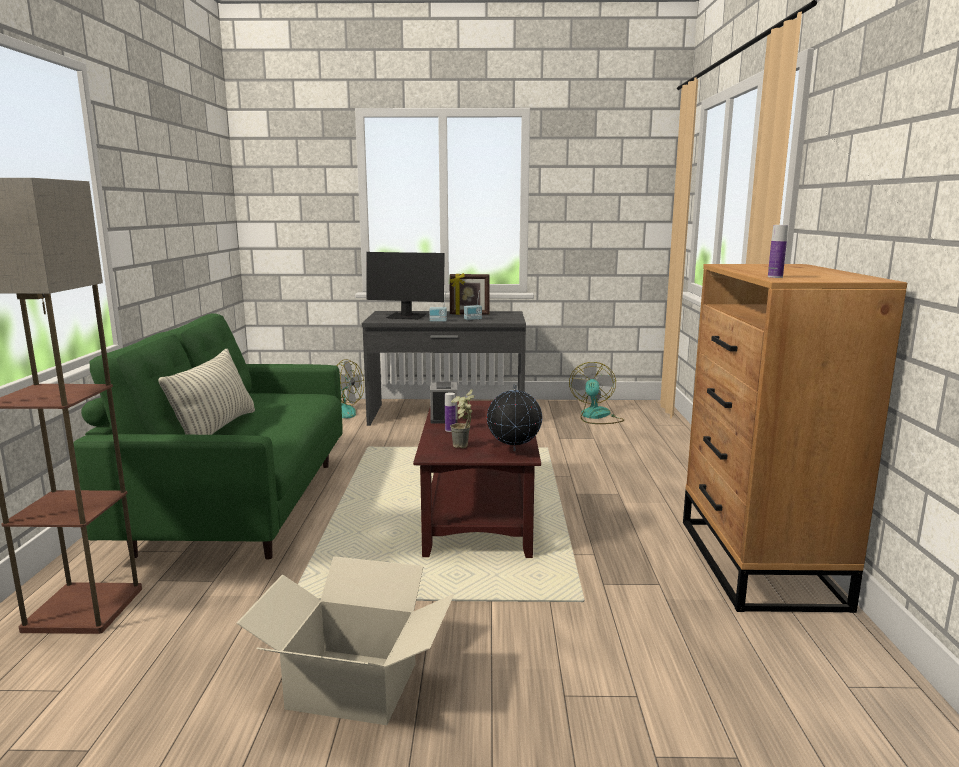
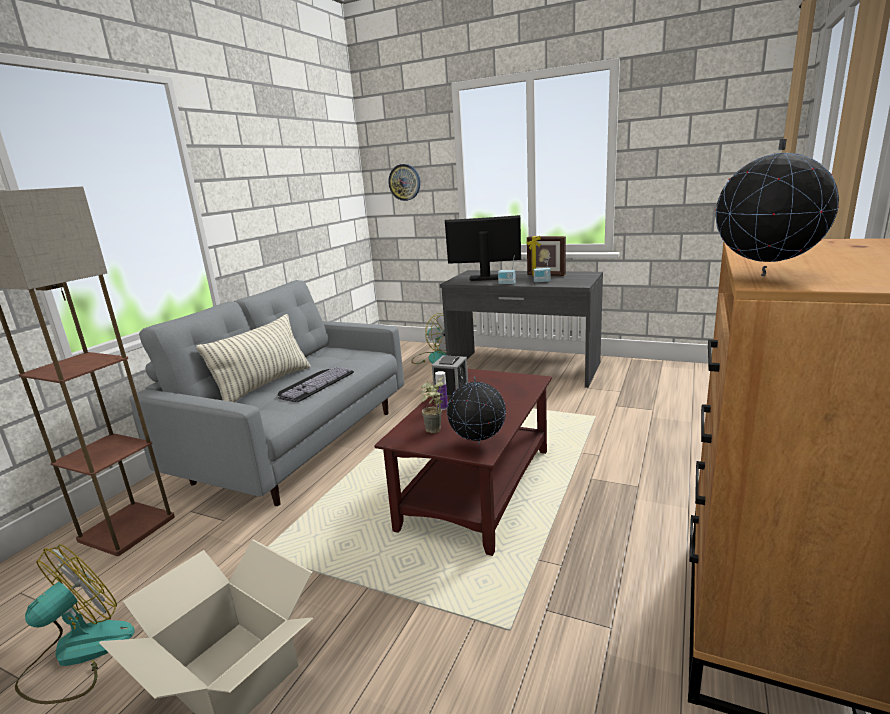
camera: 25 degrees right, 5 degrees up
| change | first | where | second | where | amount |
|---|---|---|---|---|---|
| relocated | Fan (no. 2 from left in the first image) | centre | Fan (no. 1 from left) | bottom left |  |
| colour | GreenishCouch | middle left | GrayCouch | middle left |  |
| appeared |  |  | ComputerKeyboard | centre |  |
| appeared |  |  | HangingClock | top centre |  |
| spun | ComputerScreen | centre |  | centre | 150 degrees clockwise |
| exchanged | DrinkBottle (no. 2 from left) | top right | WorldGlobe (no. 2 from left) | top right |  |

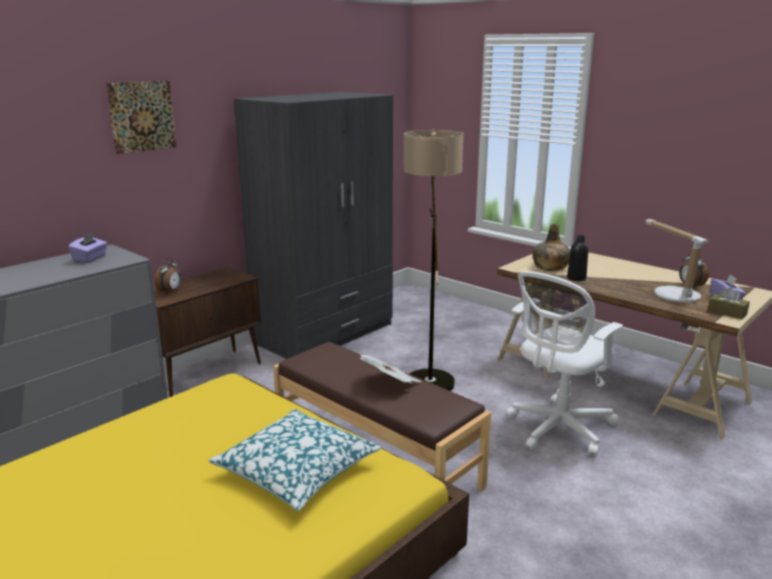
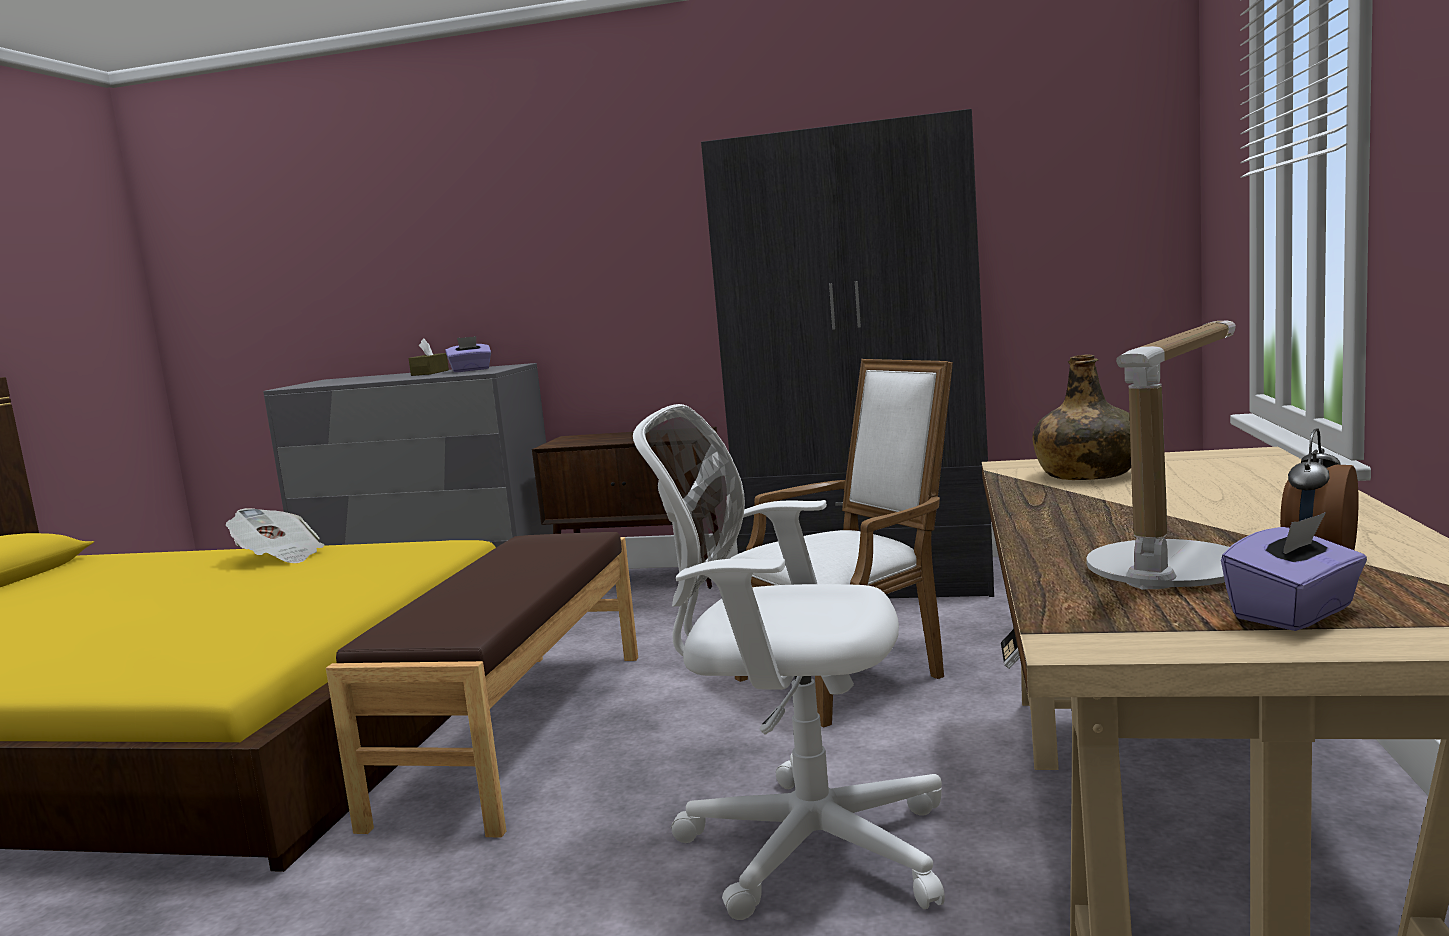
camera: 60 degrees right, 10 degrees down
| change | first | where | second | where | amount |
|---|---|---|---|---|---|
| relocated | Newspaper | centre |  | middle left |  |
| relocated | BrownColouredBoxOfTissues | middle right |  | middle left |  |
| exchanged | StandingLamp | centre | WhiteColouredArmchair | centre |  |
| missing | WallPicture | top left |  |  |  |
| missing | TableClock (no. 1 from left) | middle left |  |  |  |
| missing | Pillow | bottom centre |  |  |  |
| missing | BlackishDrinkBottle | middle right |  |  |  |

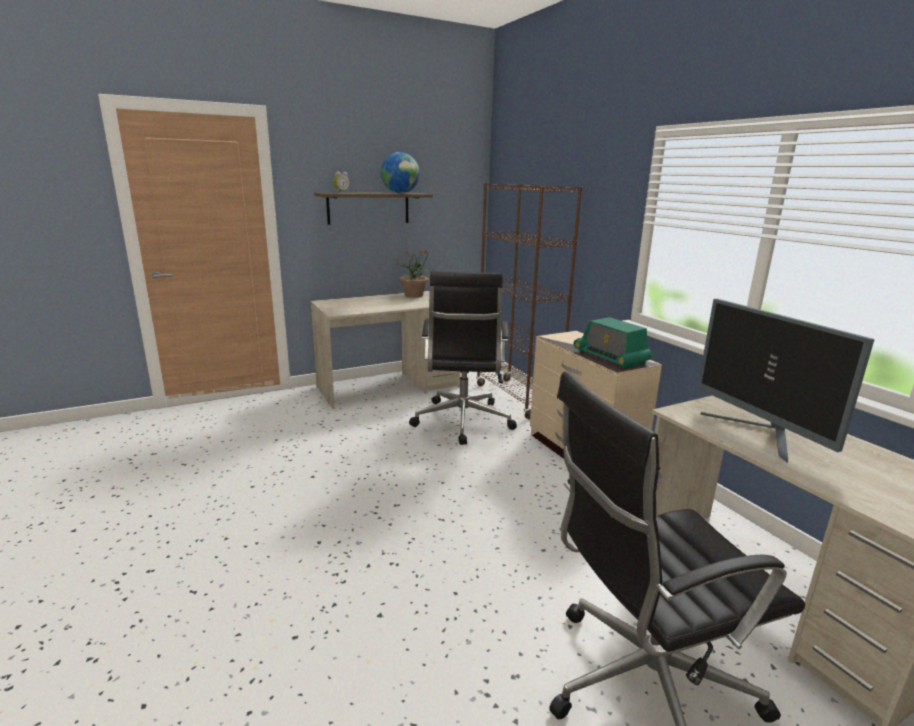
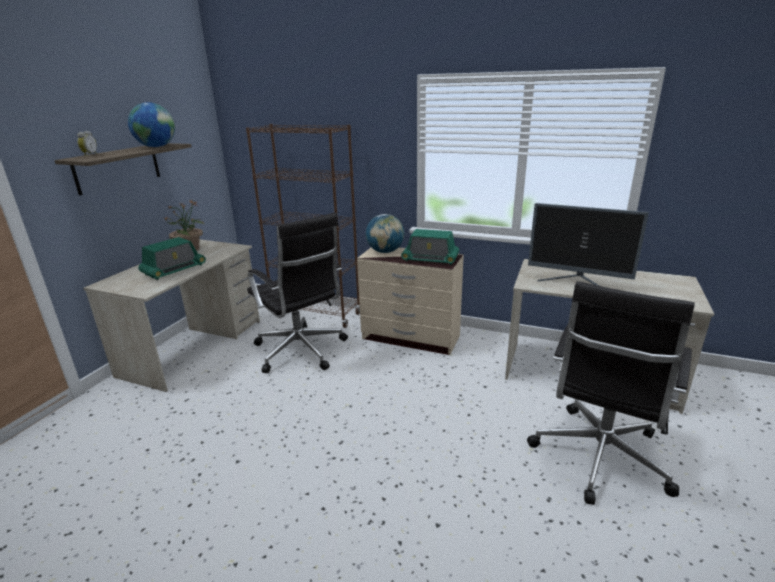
camera: 40 degrees left, 5 degrees up
| change | first | where | second | where | amount |
|---|---|---|---|---|---|
| appeared |  |  | RadioReceiver (no. 1 from left) | middle left |  |
| appeared |  |  | WorldGlobe (no. 2 from left) | centre |  |

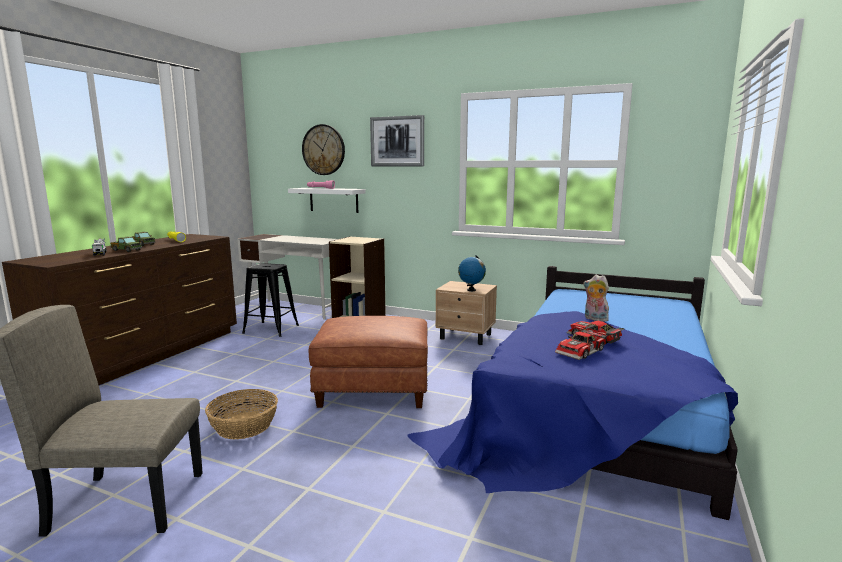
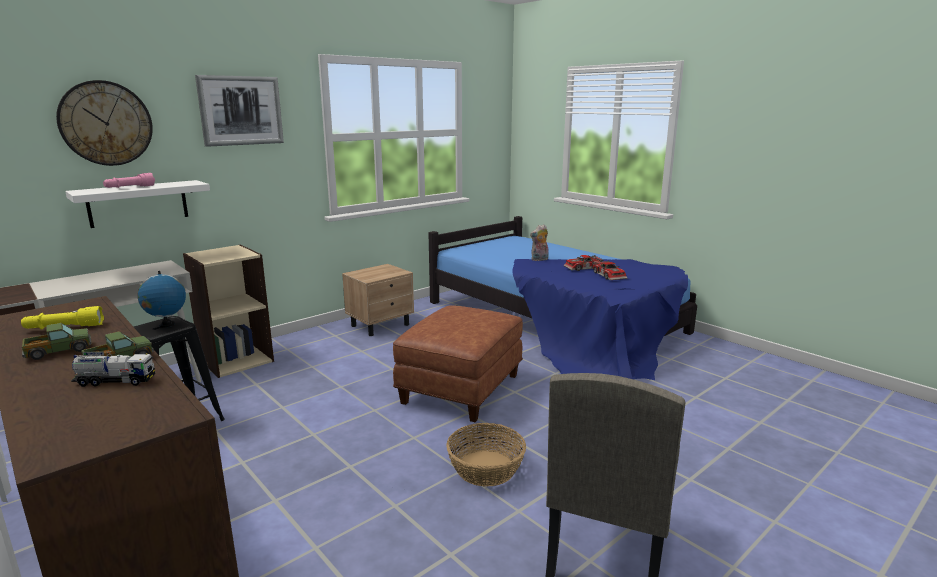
camera: 65 degrees left, 5 degrees up
| change | first | where | second | where | amount |
|---|---|---|---|---|---|
| relocated | WorldGlobe | centre |  | middle left |  |

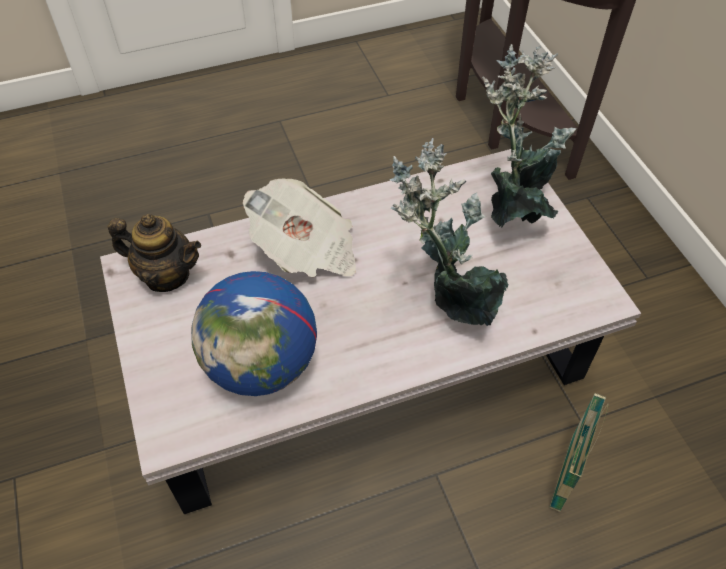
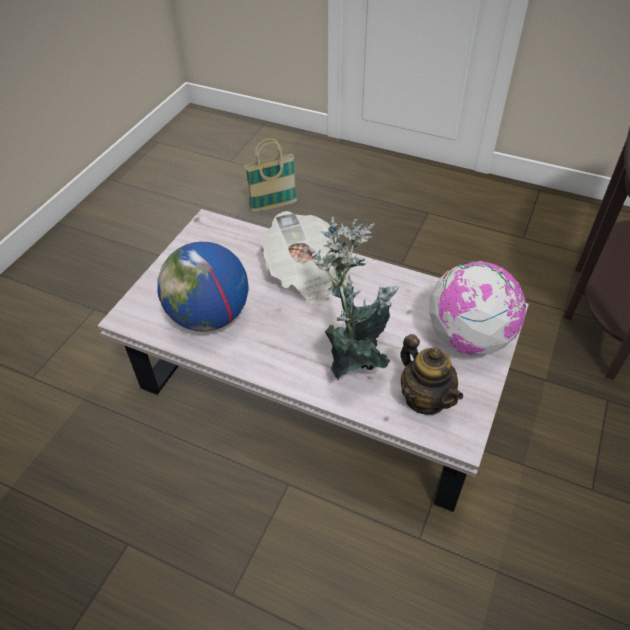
camera: 45 degrees right, 5 degrees down
| change | first | where | second | where | amount |
|---|---|---|---|---|---|
| relocated | HouseholdBasket | bottom right |  | top centre |  |
| relocated | TeaPot | middle left |  | middle right |  |
| exchanged | Houseplant (no. 2 from left) | top right | WorldGlobe (no. 2 from left) | middle right |  |

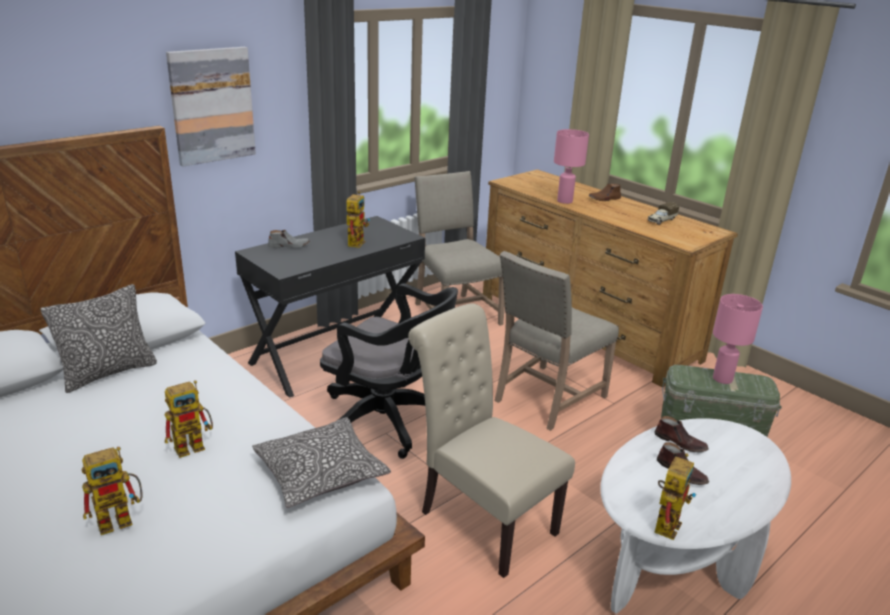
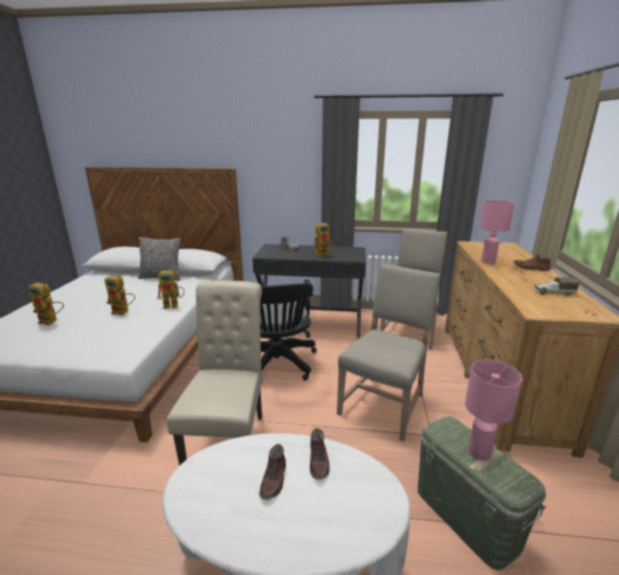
camera: 50 degrees right, 5 degrees down
| change | first | where | second | where | amount |
|---|---|---|---|---|---|
| relocated | ModelRobot (no. 4 from left in the first image) | bottom right | ModelRobot (no. 3 from left) | middle left |  |
| spun | SandColouredPlainChair (no. 3 from left in the first image) | centre | SandColouredPlainChair (no. 2 from left) | centre | 120 degrees clockwise |
| missing | WallPicture | top left |  |  |  |
| missing | Pillow (no. 2 from left) | bottom centre |  |  |  |

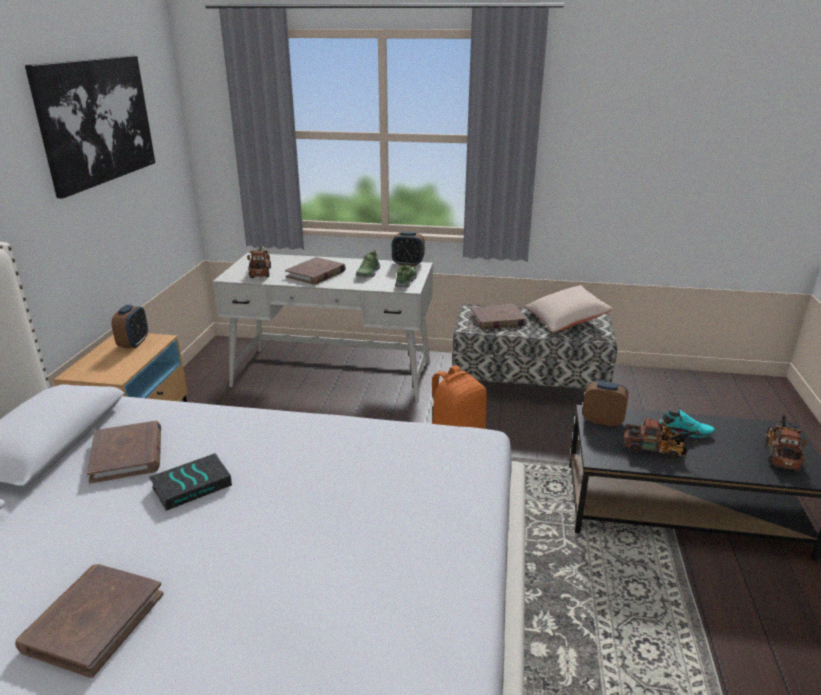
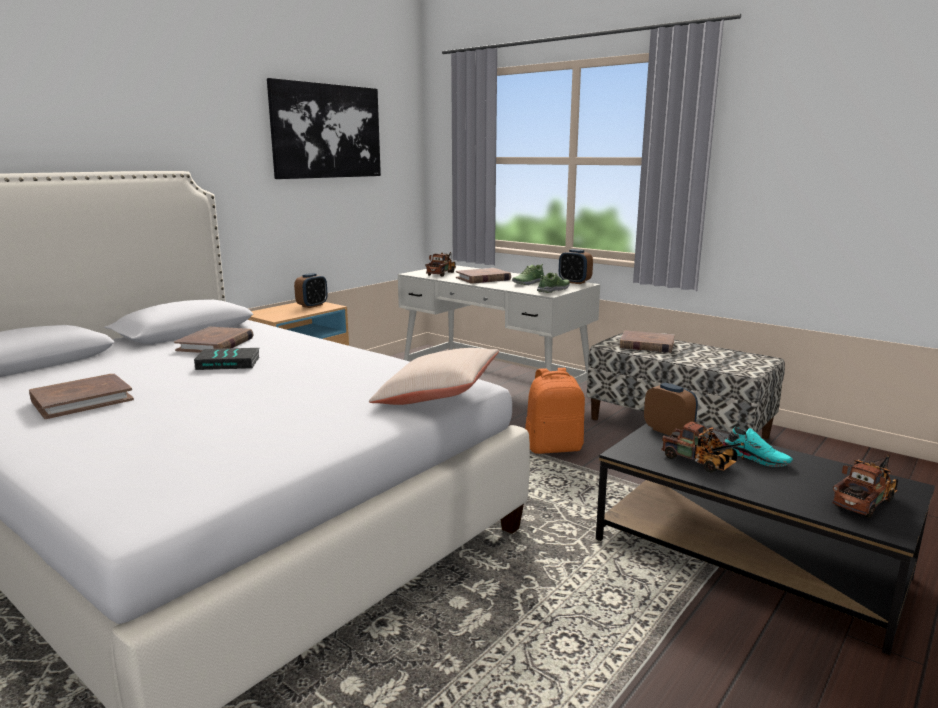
camera: 30 degrees right, 10 degrees down
| change | first | where | second | where | amount |
|---|---|---|---|---|---|
| relocated | SandColouredPillow | middle right |  | centre |  |

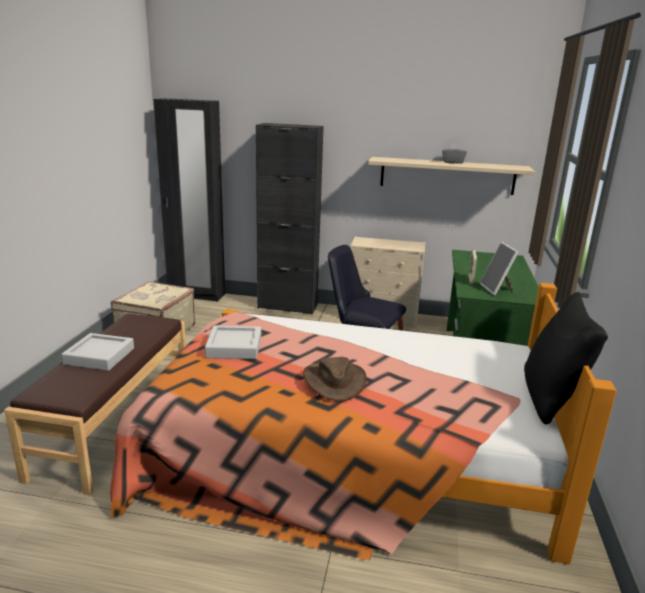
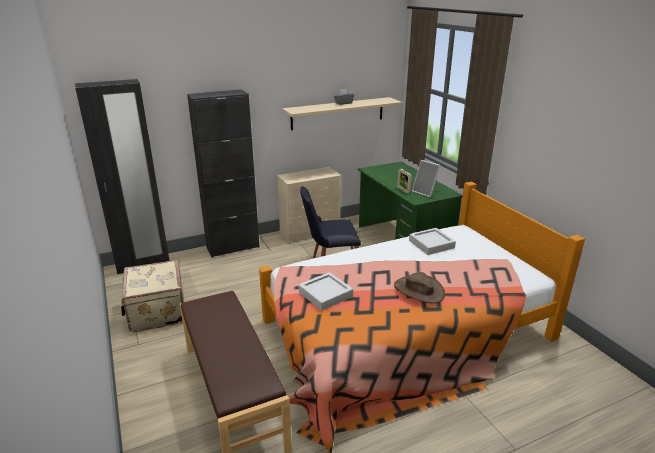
camera: 35 degrees left, 5 degrees up
| change | first | where | second | where | amount |
|---|---|---|---|---|---|
| relocated | GrayCarryingTray (no. 1 from left in the first image) | middle left | GrayCarryingTray (no. 2 from left) | centre |  |
| missing | BlackishPillow | middle right |  |  |  |

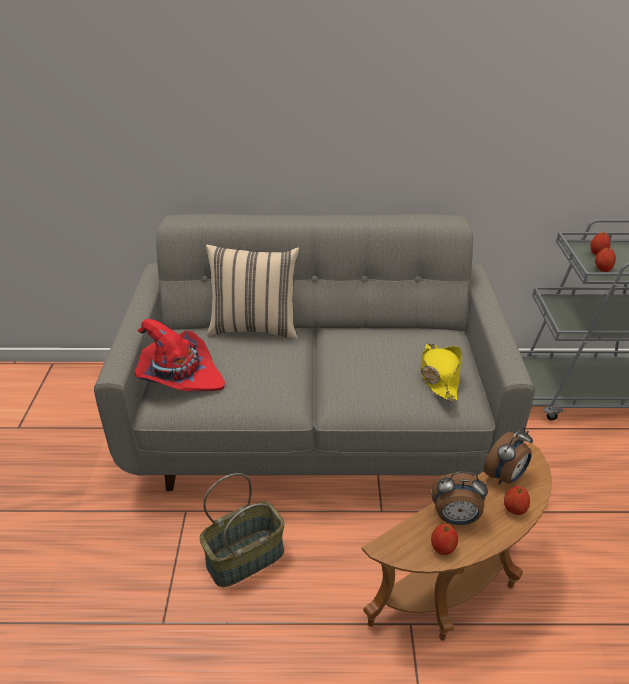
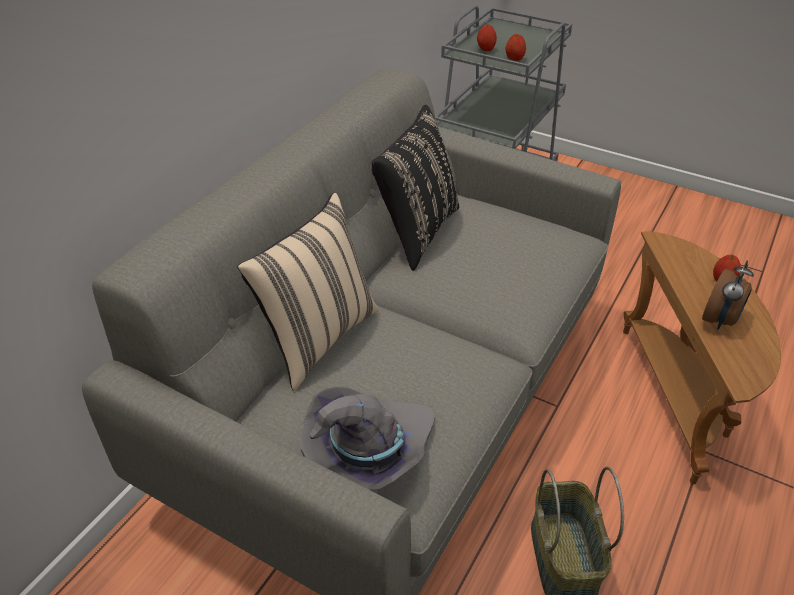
camera: 60 degrees left, 5 degrees up
| change | first | where | second | where | amount |
|---|---|---|---|---|---|
| colour | RedColouredHat | middle left | GrayHat | bottom centre |  |
| appeared |  |  | BlackishPillow | top centre |  |
| missing | YellowHat | middle right |  |  |  |
| missing | Apple (no. 1 from left) | bottom right |  |  |  |
| missing | TableClock (no. 2 from left) | bottom right |  |  |  |

